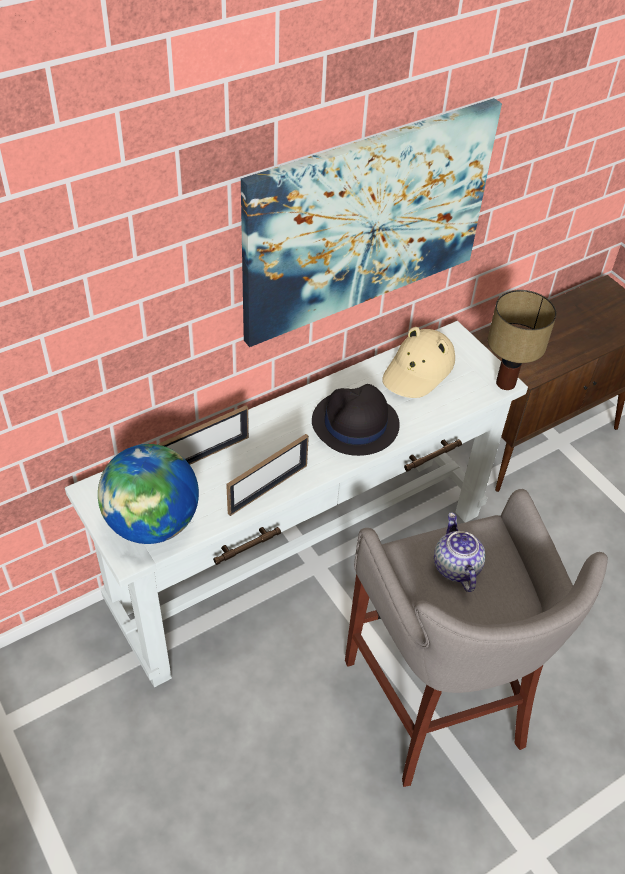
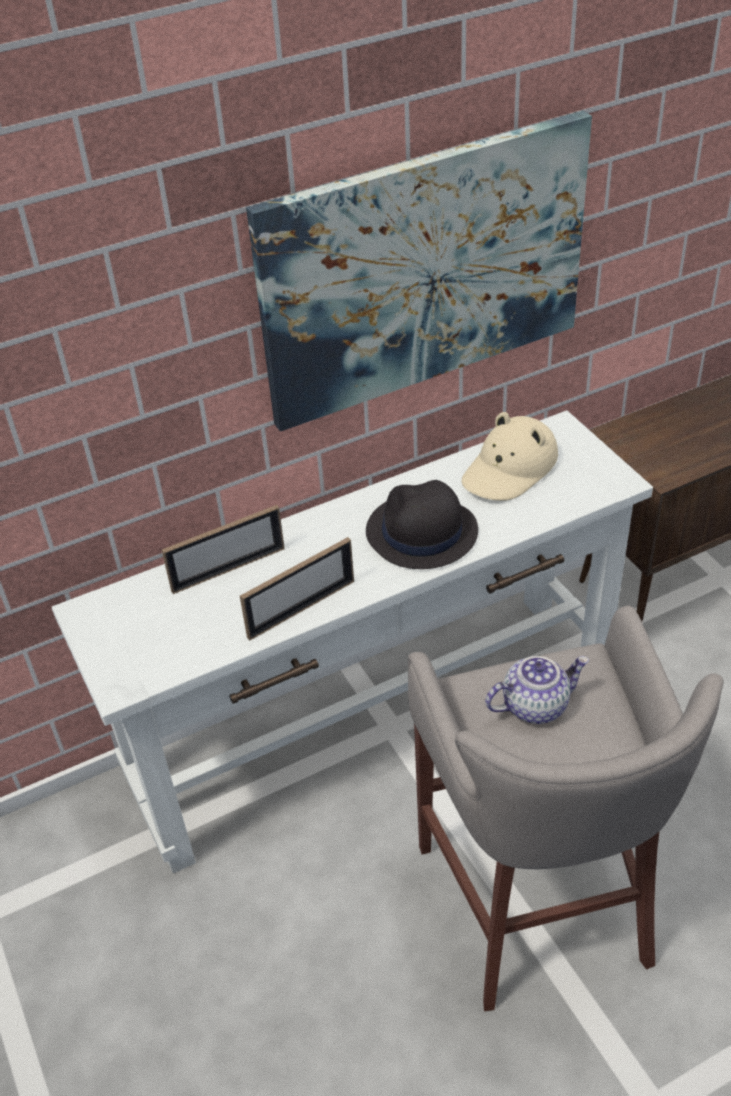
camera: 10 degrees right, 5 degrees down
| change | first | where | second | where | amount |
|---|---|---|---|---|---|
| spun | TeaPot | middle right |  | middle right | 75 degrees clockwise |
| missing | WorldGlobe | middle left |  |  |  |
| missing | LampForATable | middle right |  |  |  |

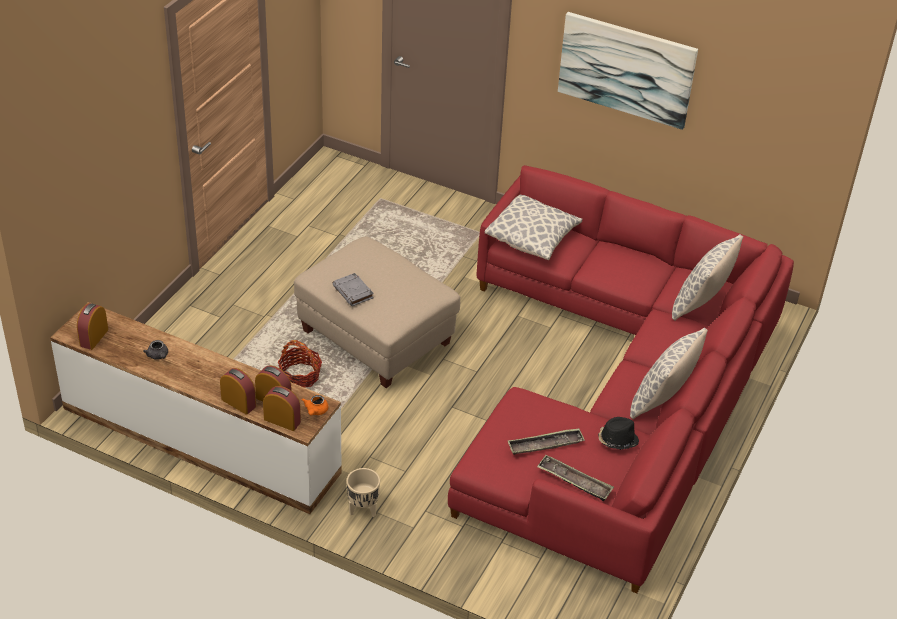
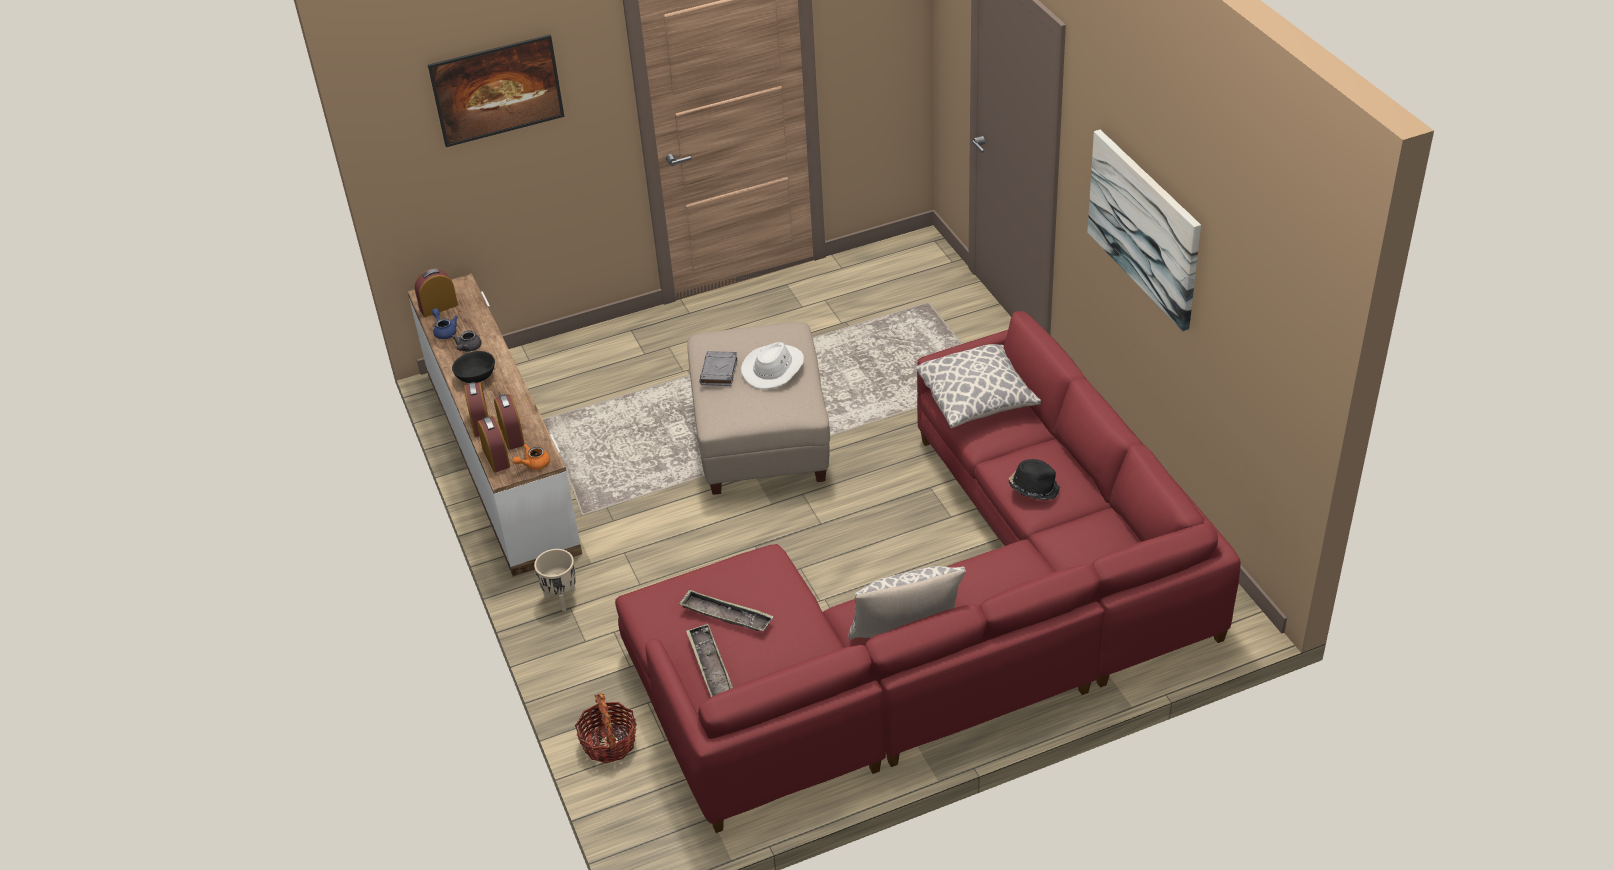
camera: 45 degrees right, 0 degrees up
| change | first | where | second | where | amount |
|---|---|---|---|---|---|
| appeared |  |  | WallPicture (no. 1 from left) | top left |  |
| appeared |  |  | BlueColouredTeaPot | middle left |  |
| appeared |  |  | BlackishServingBowl | middle left |  |
| relocated | HouseholdBasket | centre |  | bottom centre |  |
| appeared |  |  | WhiteColouredHat | centre |  |
| relocated | BlackishHat | bottom right |  | centre |  |
| missing | Pillow (no. 3 from left) | middle right |  |  |  |

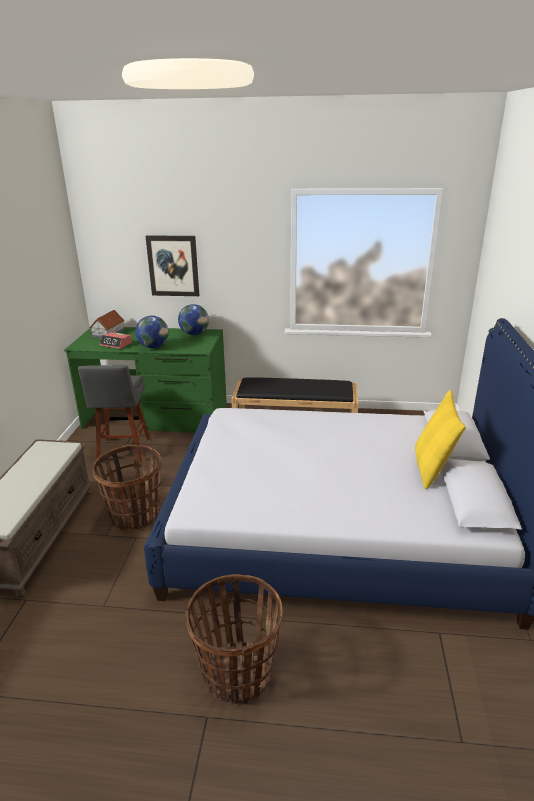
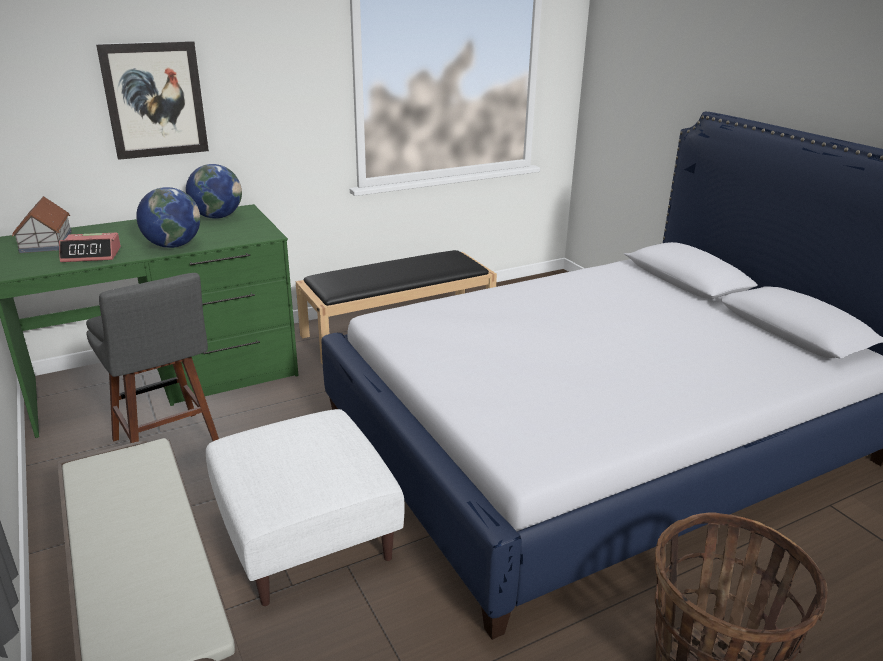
camera: 35 degrees left, 0 degrees up
| change | first | where | second | where | amount |
|---|---|---|---|---|---|
| exchanged | HouseholdBasket (no. 1 from left) | middle left | WhiteColouredFootrest | bottom centre |  |
| missing | YellowPillow | middle right |  |  |  |

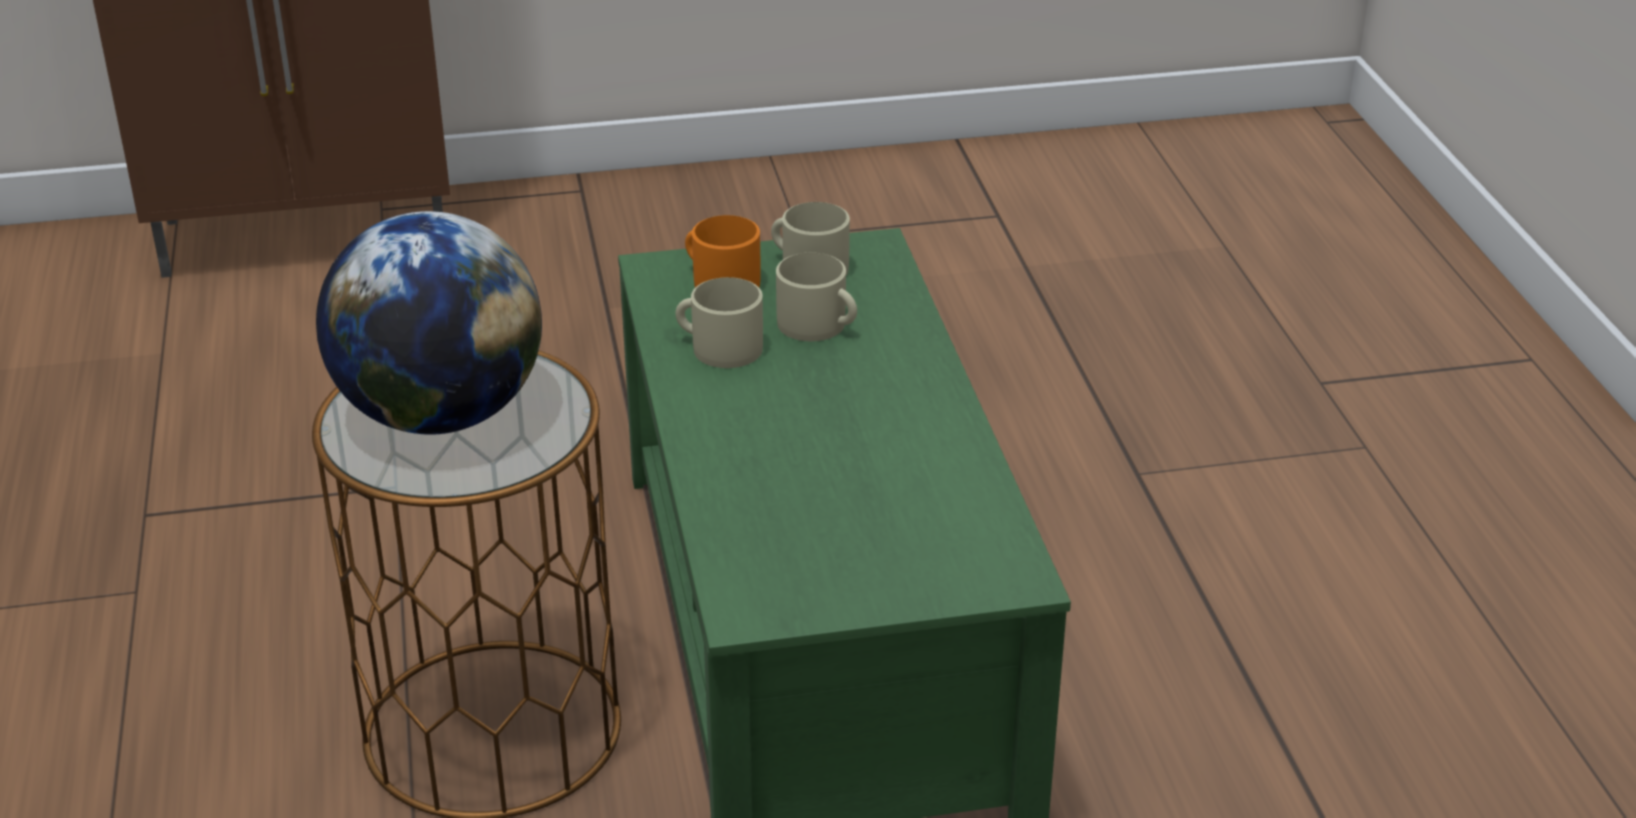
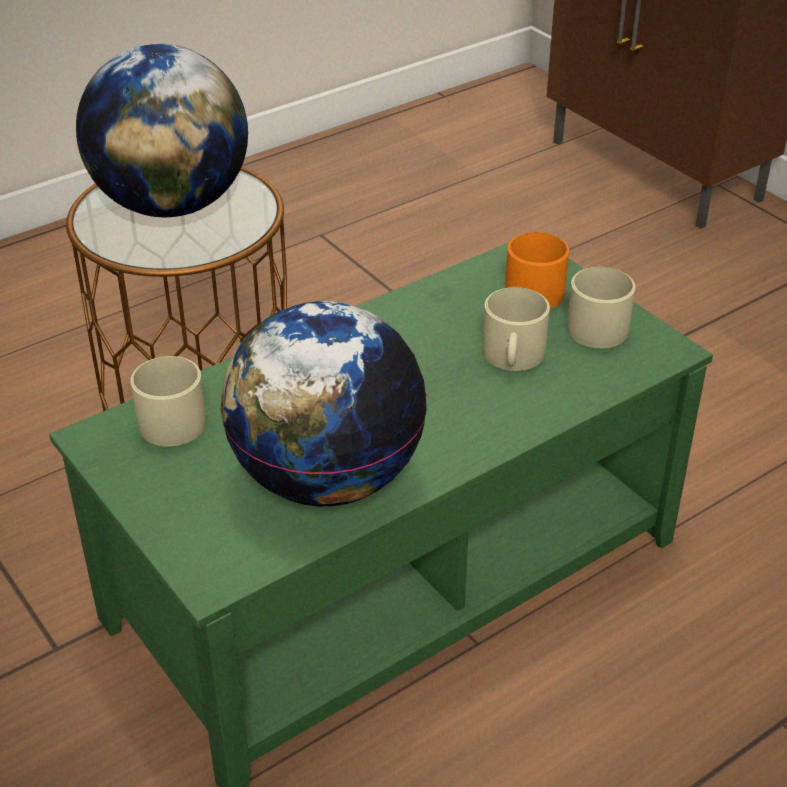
camera: 65 degrees right, 5 degrees up
| change | first | where | second | where | amount |
|---|---|---|---|---|---|
| relocated | SandColouredTeaMug (no. 1 from left) | centre |  | middle left |  |
| appeared |  |  | WorldGlobe (no. 2 from left) | centre |  |

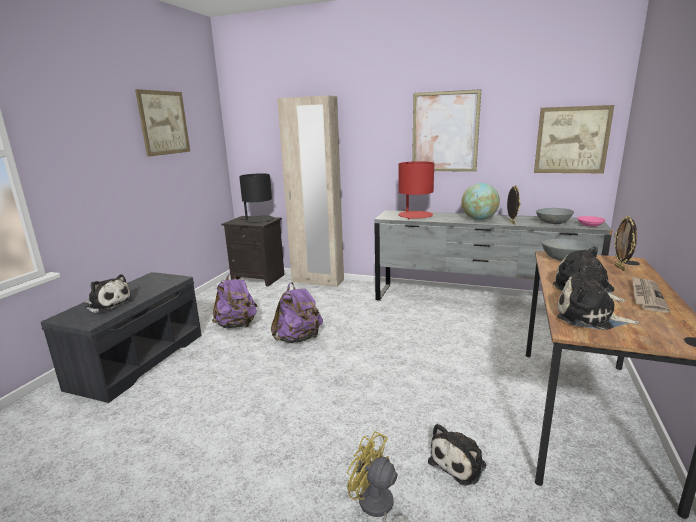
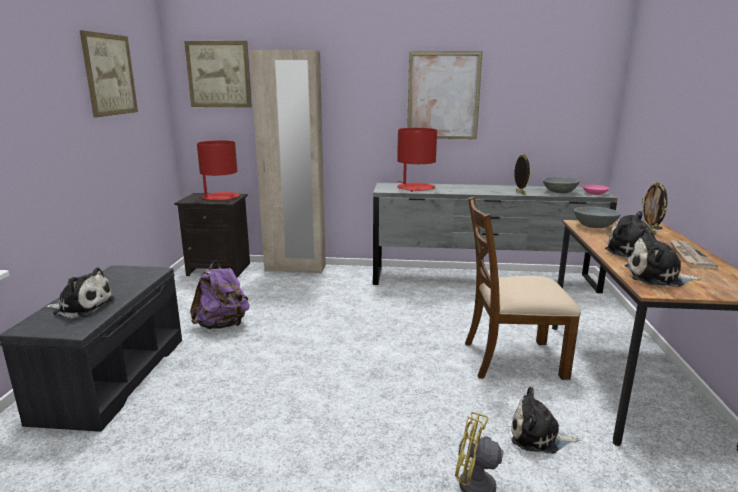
camera: 15 degrees left, 0 degrees up
| change | first | where | second | where | amount |
|---|---|---|---|---|---|
| relocated | WallPicture (no. 3 from left in the first image) | top right | WallPicture (no. 2 from left) | top left |  |
| colour | BlackishLampForATable | centre | RedColouredLampForATable (no. 1 from left) | middle left |  |
| appeared |  |  | BrownColouredPlainChair | middle right |  |
| spun | PlushToy (no. 2 from left) | bottom centre |  | bottom right | 75 degrees clockwise |
| missing | PurpleRucksack (no. 2 from left) | centre |  |  |  |
| missing | WorldGlobe | middle right |  |  |  |

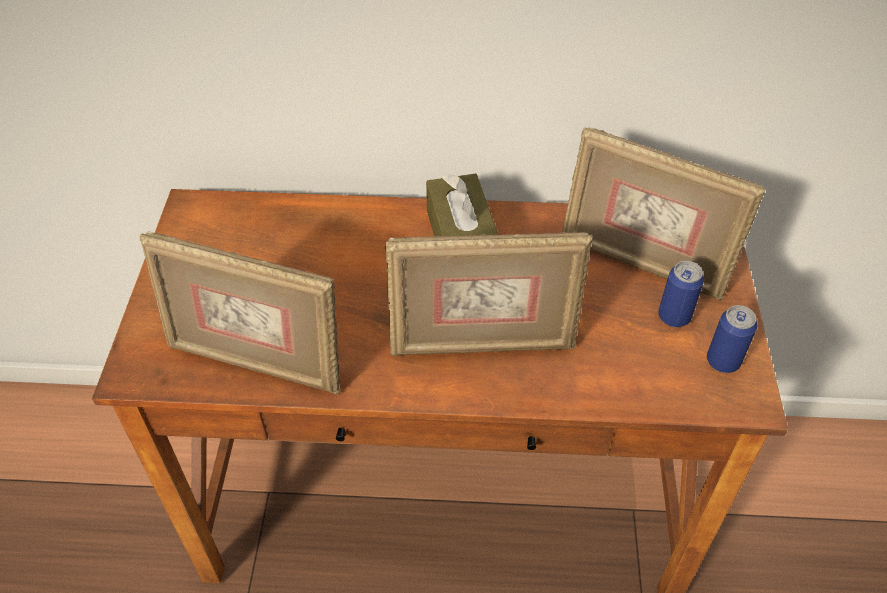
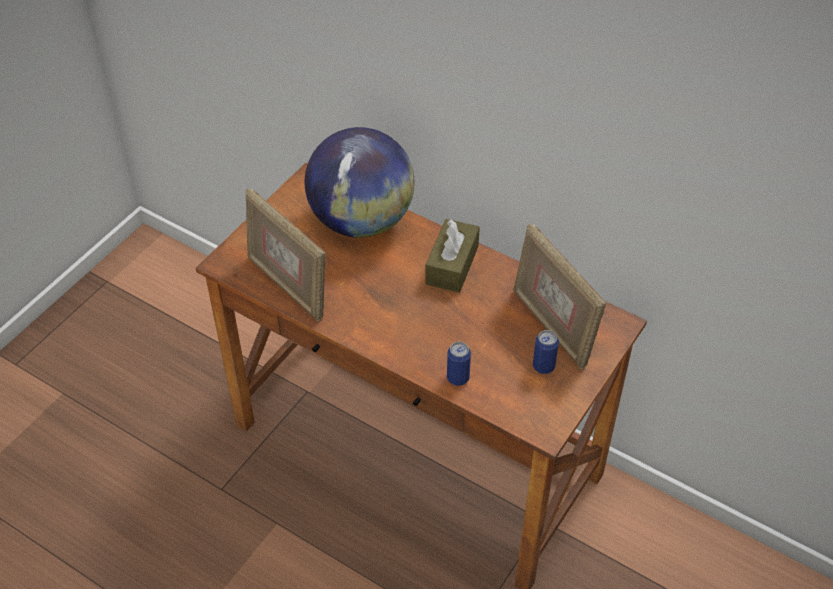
camera: 30 degrees right, 0 degrees up
| change | first | where | second | where | amount |
|---|---|---|---|---|---|
| appeared |  |  | WorldGlobe | top centre |  |
| relocated | Can (no. 2 from left in the first image) | middle right | Can (no. 1 from left) | centre |  |
| missing | PictureFrame (no. 2 from left) | centre |  |  |  |

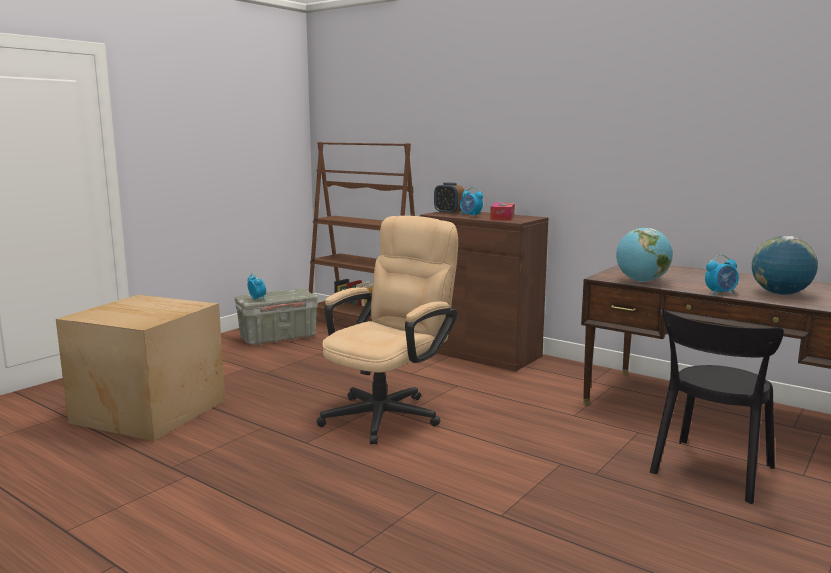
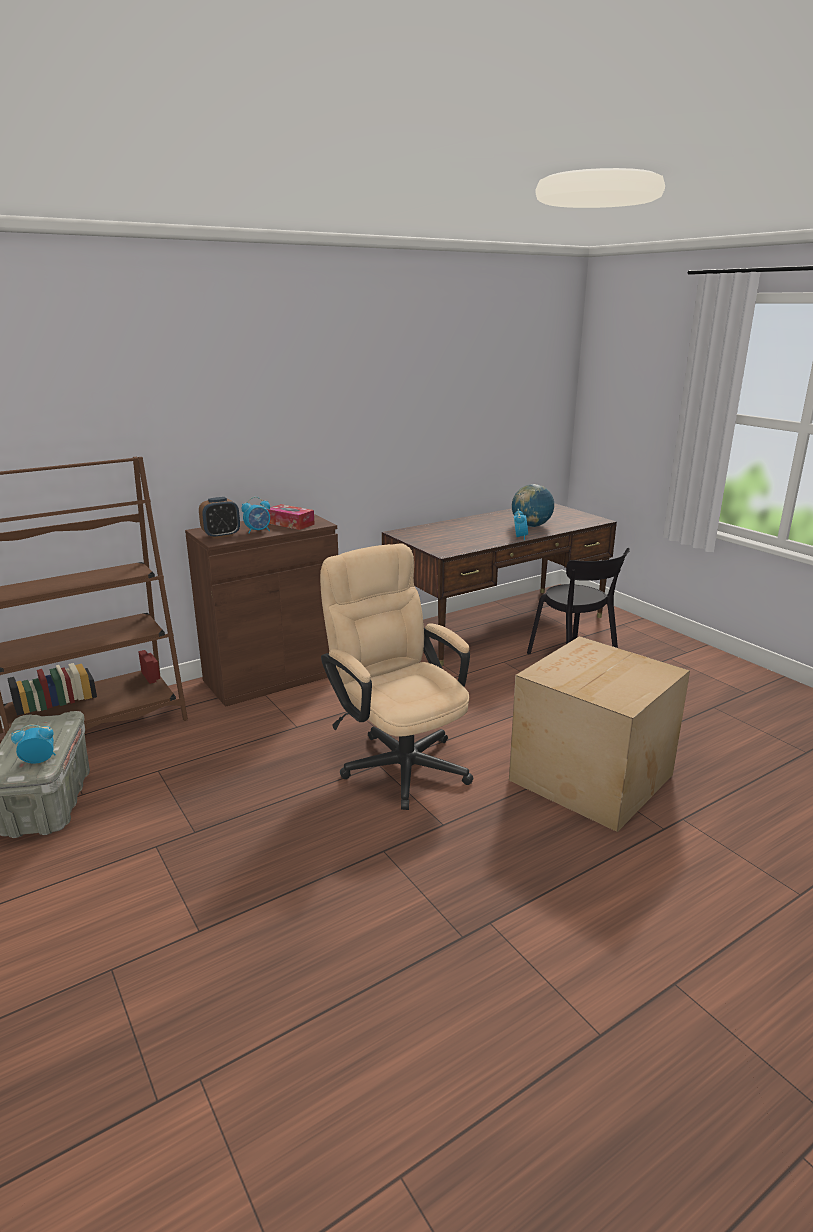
camera: 70 degrees left, 10 degrees up
| change | first | where | second | where | amount |
|---|---|---|---|---|---|
| relocated | PackingBox | middle left |  | middle right |  |
| missing | WorldGlobe (no. 1 from left) | middle right |  |  |  |

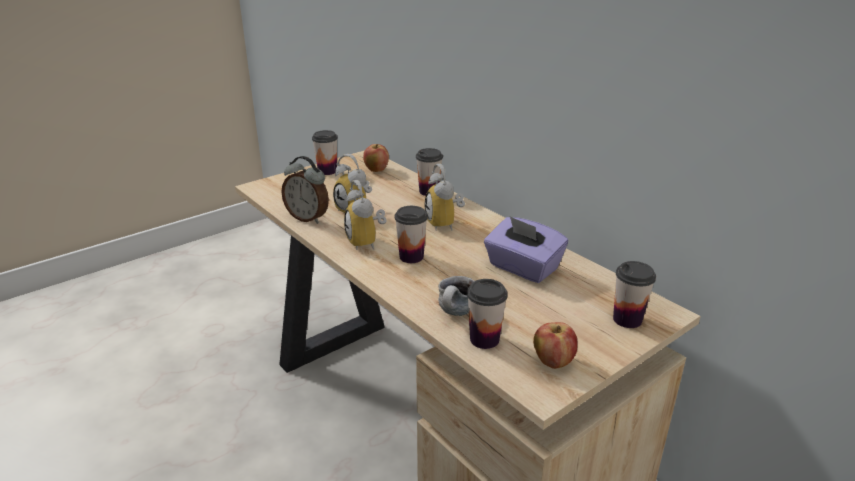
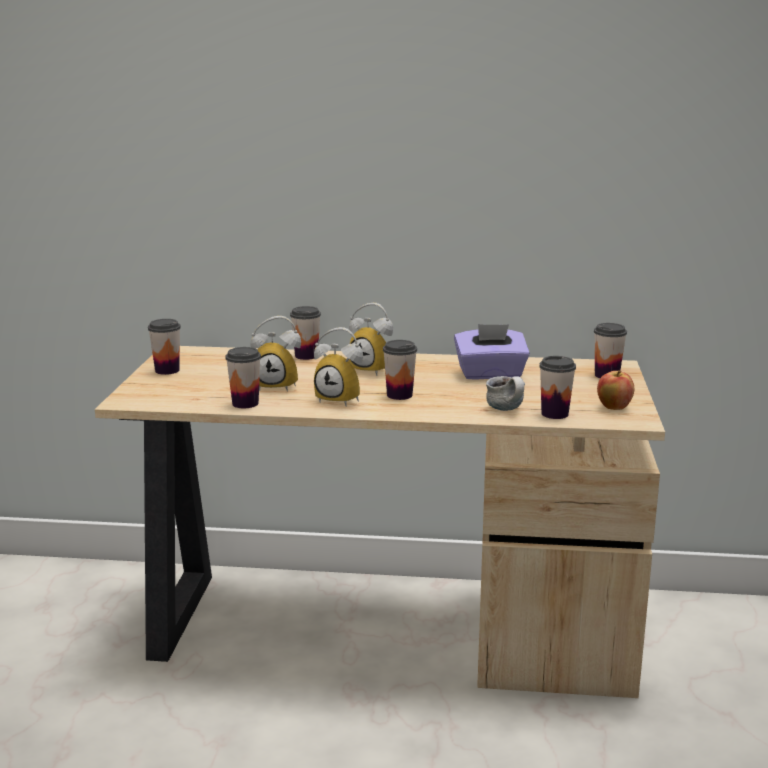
camera: 45 degrees left, 10 degrees down
| change | first | where | second | where | amount |
|---|---|---|---|---|---|
| exchanged | TableClock (no. 1 from left) | centre | DrinkingCup (no. 2 from left) | middle left |  |
| missing | Apple (no. 1 from left) | top centre |  |  |  |

